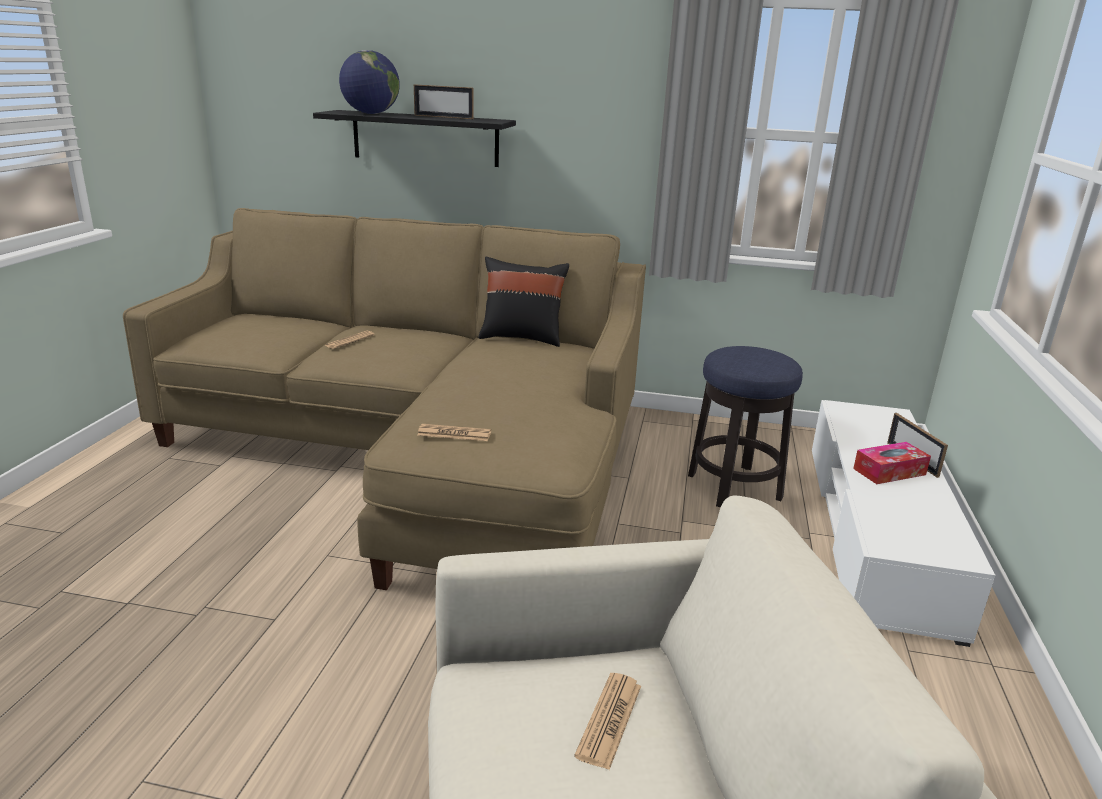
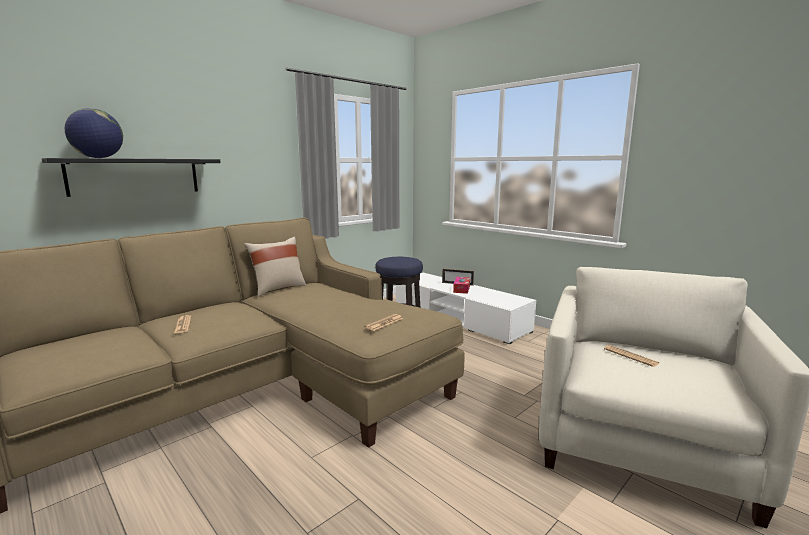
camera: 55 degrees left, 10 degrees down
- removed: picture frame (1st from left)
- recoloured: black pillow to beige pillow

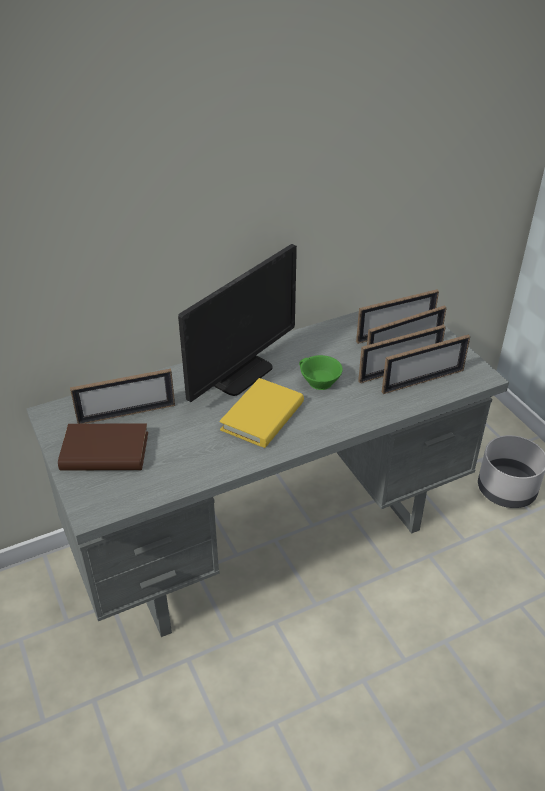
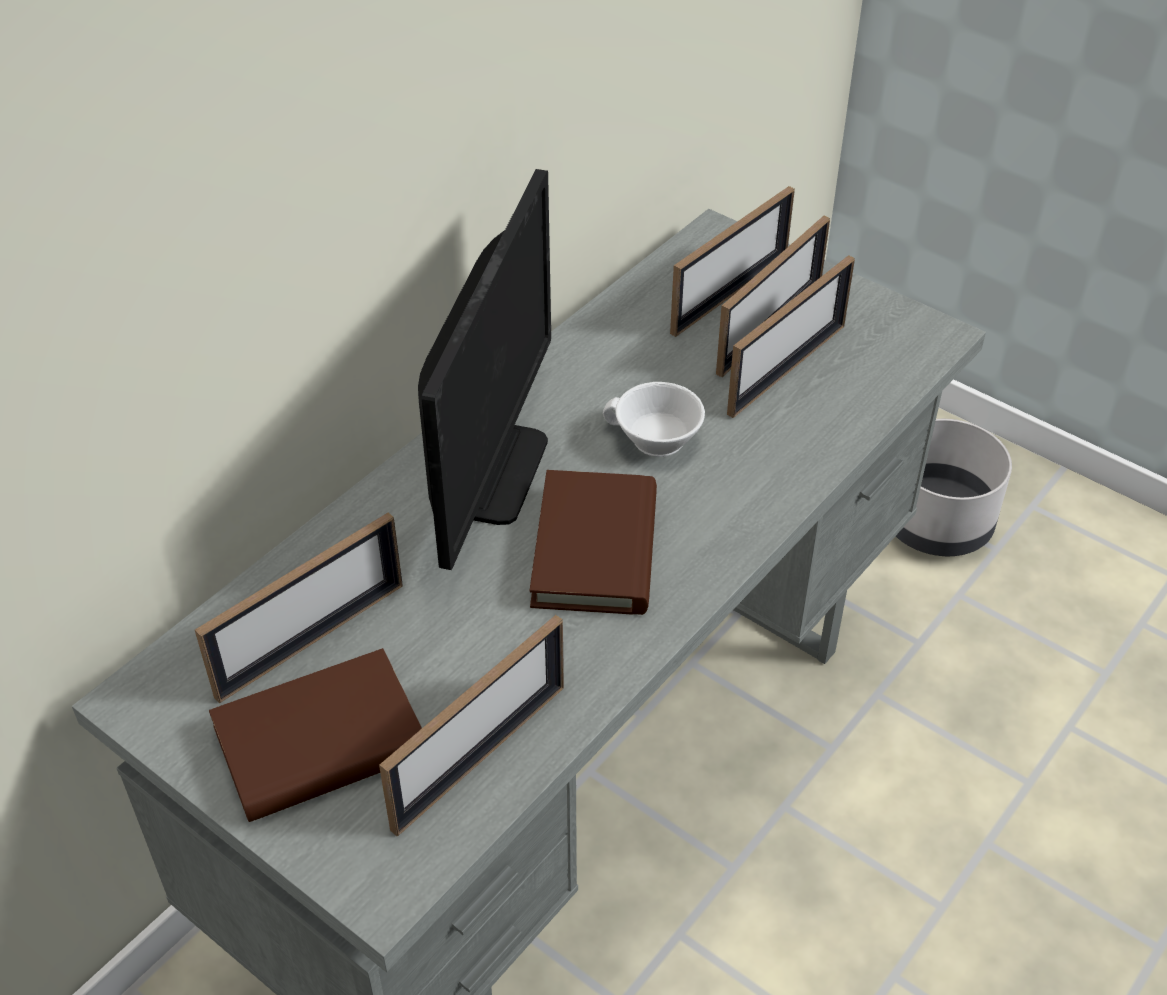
camera: 25 degrees left, 5 degrees up
- moved: picture frame (5th from left in the first image) to picture frame (2nd from left)
- recoloured: yellow book to brown book (2nd from left)
- recoloured: green cup to white cup

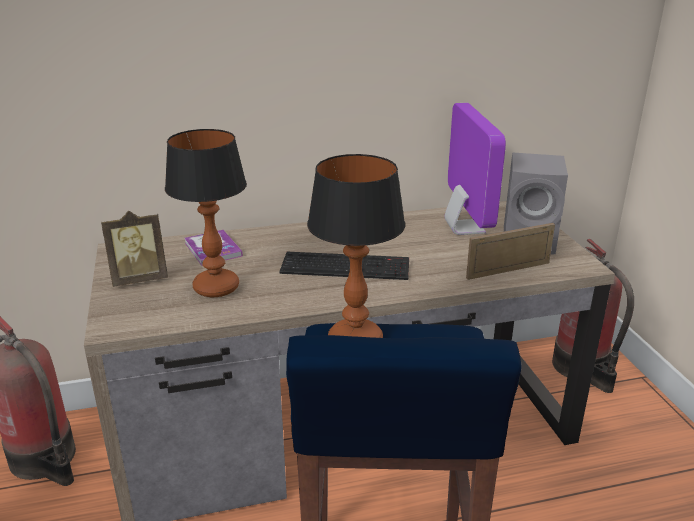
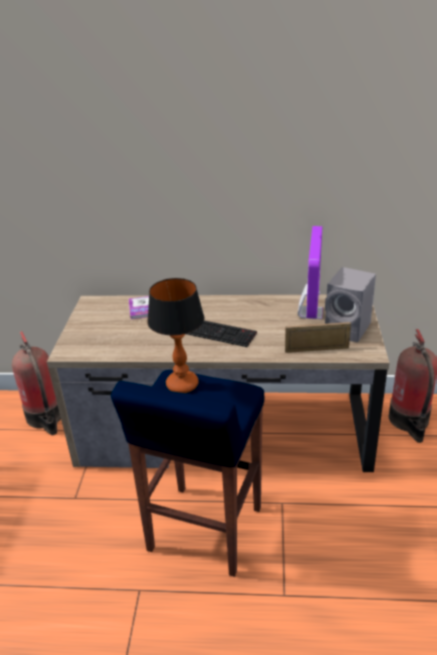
camera: 20 degrees right, 5 degrees up
- removed: picture frame (1st from left)
- removed: table lamp (1st from left)

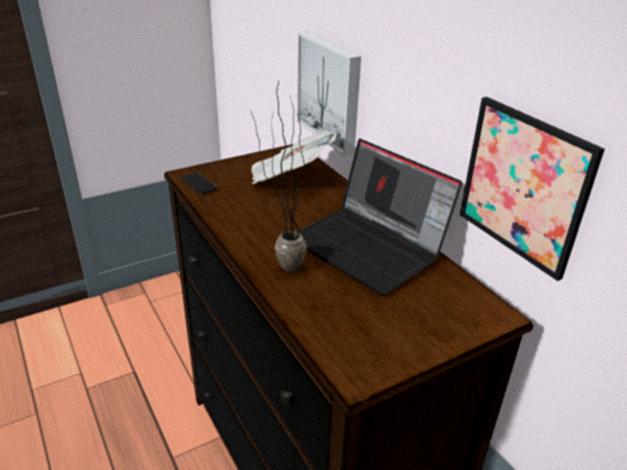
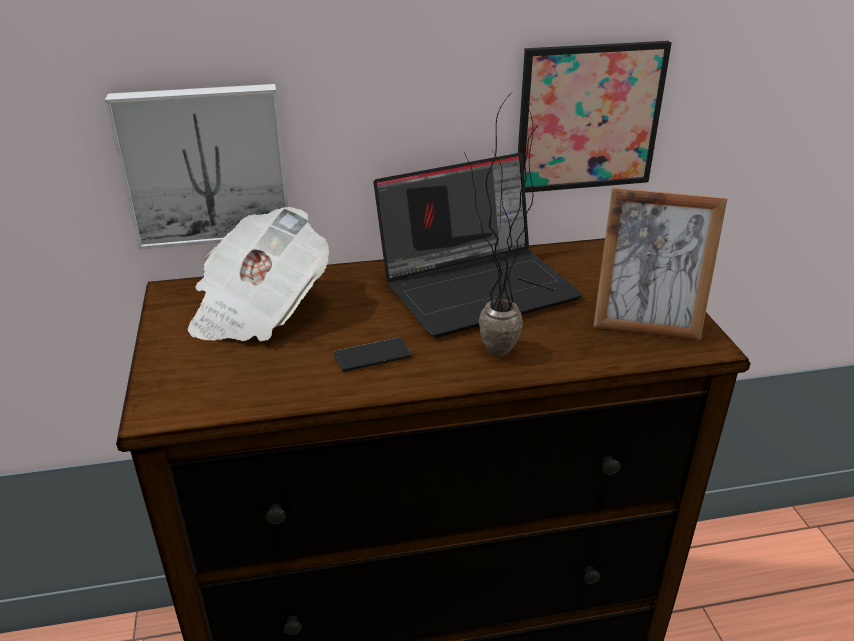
camera: 70 degrees left, 0 degrees up
- added: picture frame
- moved: phone

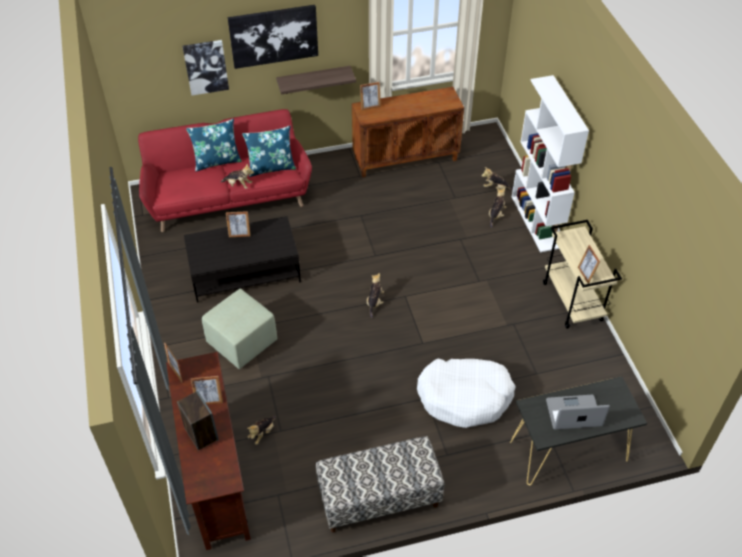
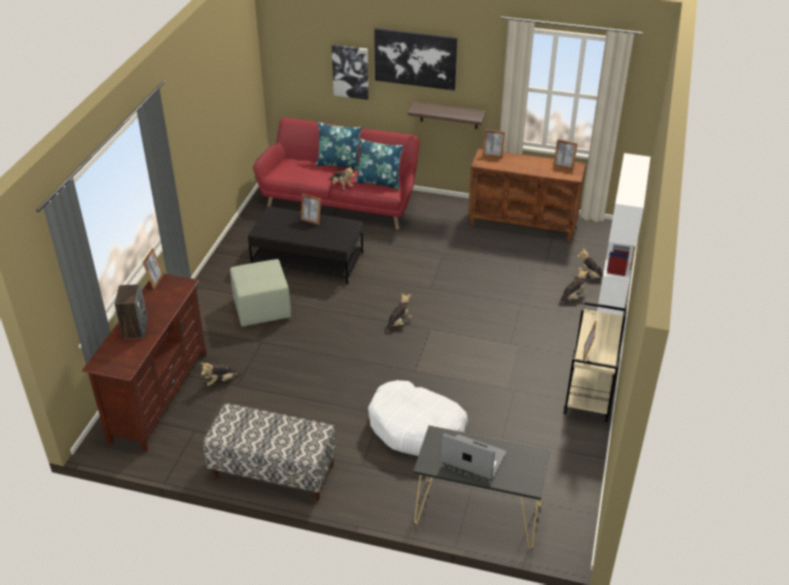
camera: 30 degrees right, 10 degrees down
- moved: picture frame (2nd from left in the first image) to picture frame (4th from left)

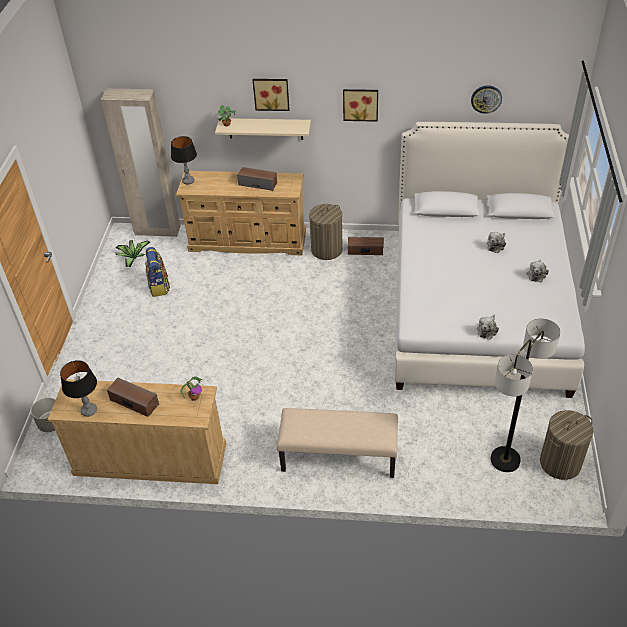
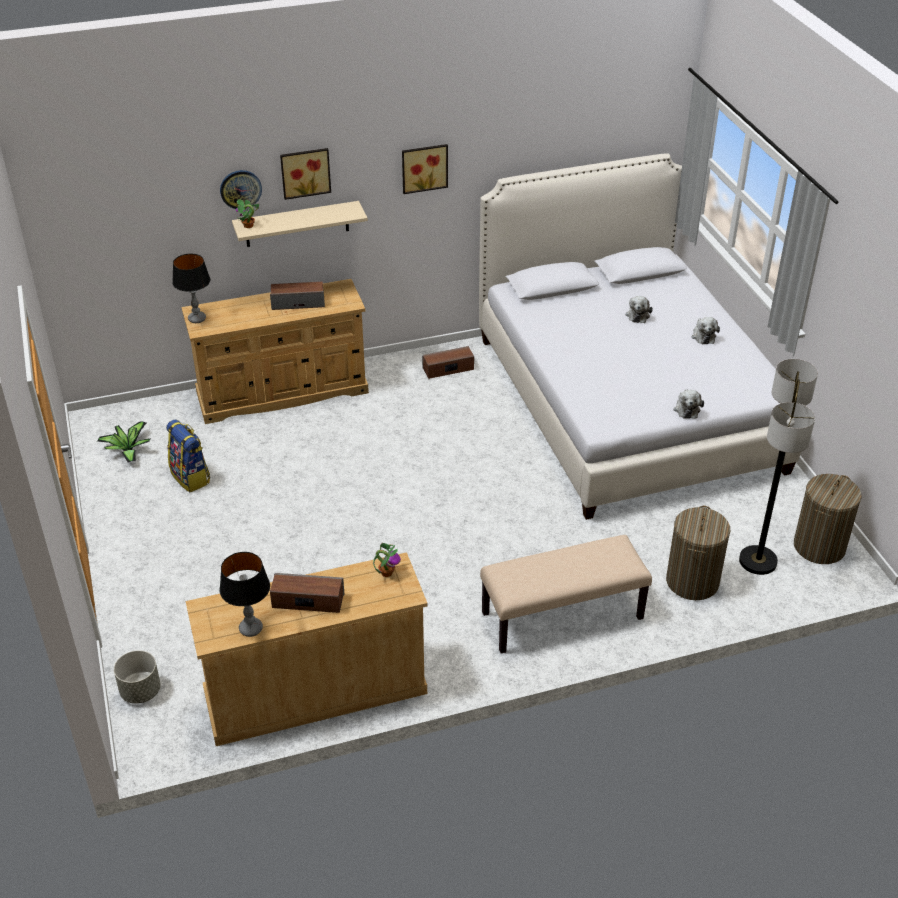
camera: 25 degrees left, 5 degrees down
- removed: beige wardrobe
- moved: laundry basket (1st from left)
- moved: wall clock

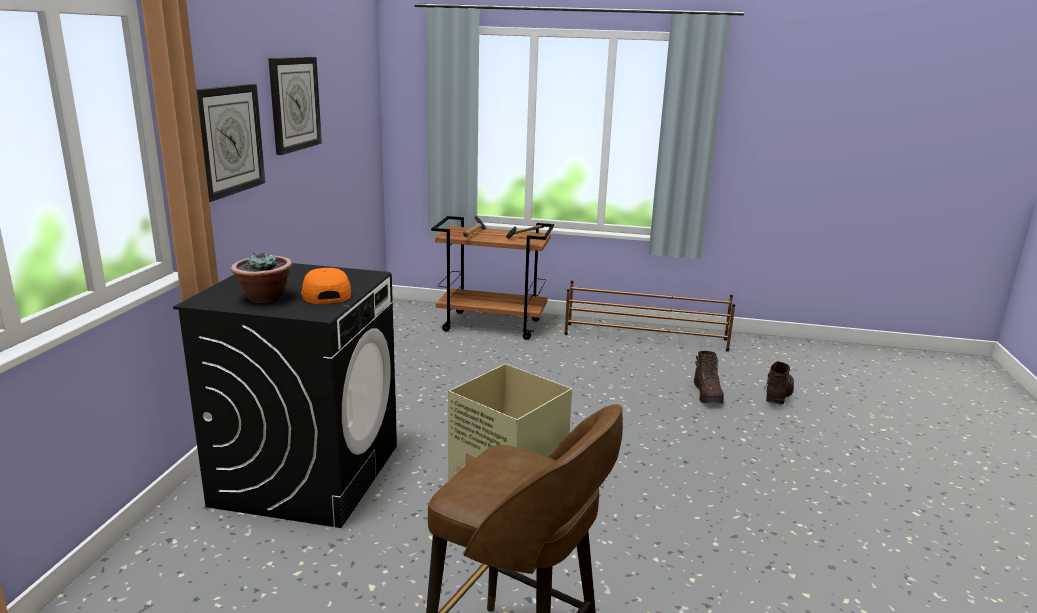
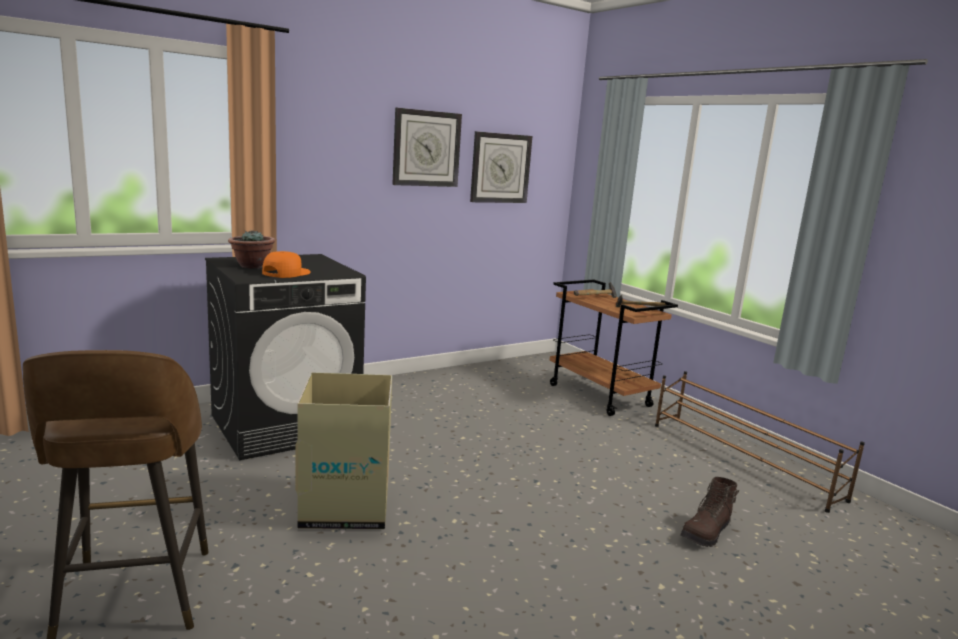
camera: 45 degrees right, 5 degrees down
- removed: brown boot (2nd from left)
- moved: wall clock (1st from left in the first image) to wall clock (2nd from left)

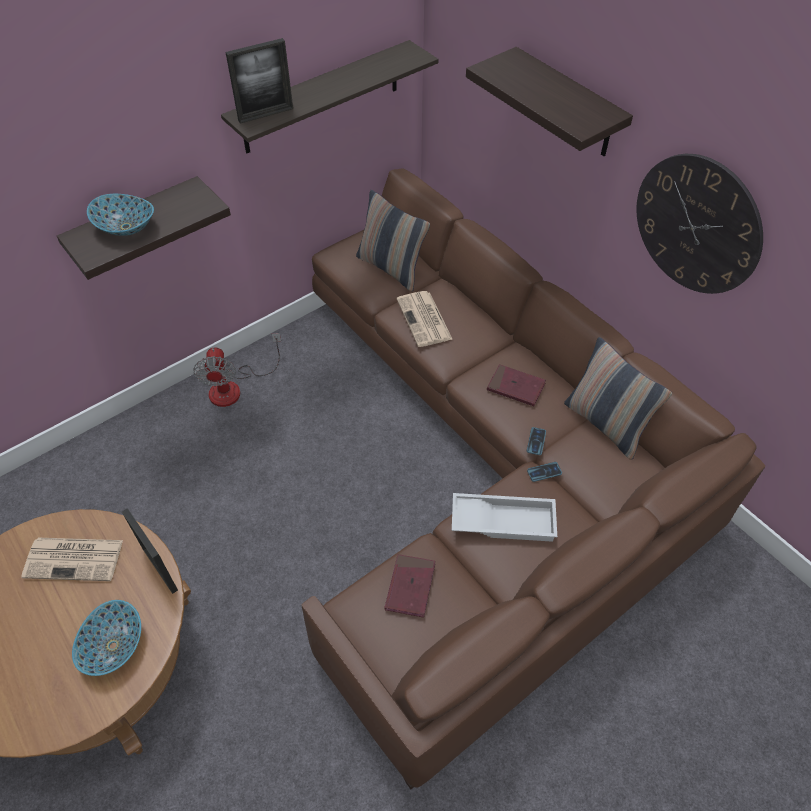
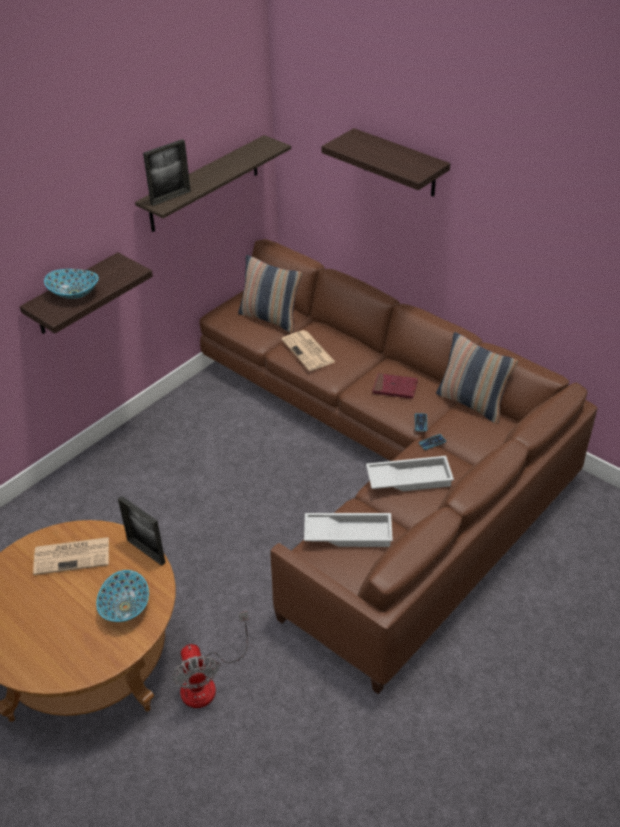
camera: 10 degrees left, 10 degrees down
- removed: wall clock
- moved: fan
- replaced: red book (1st from left) to white tray (1st from left)

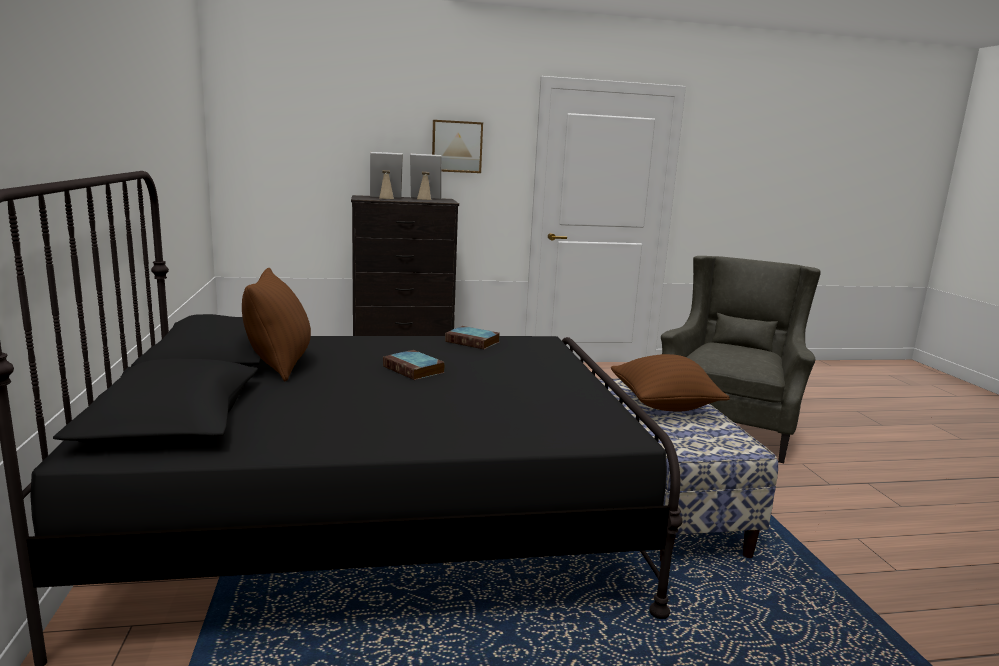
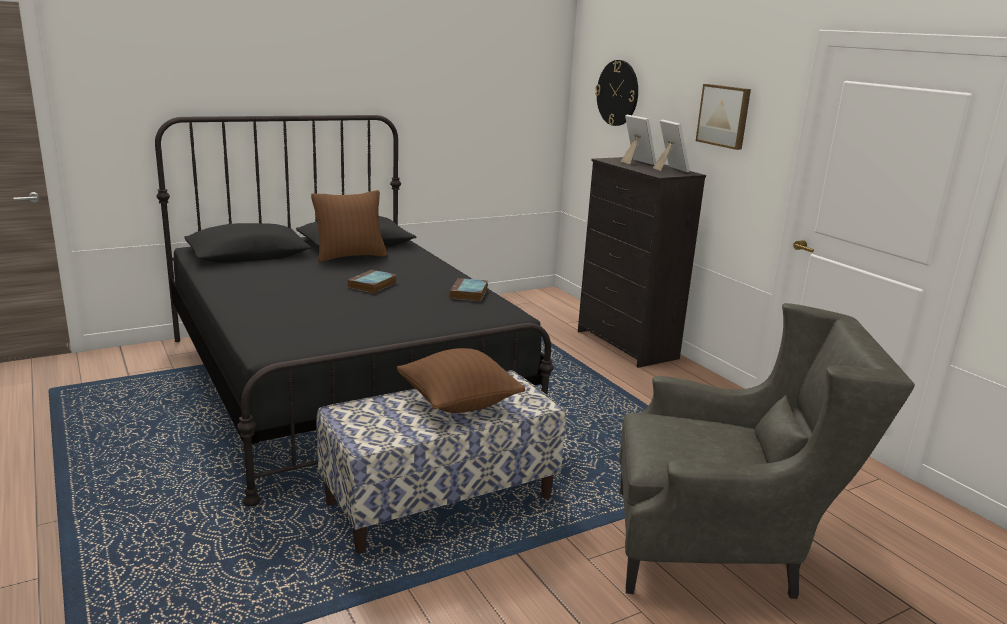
camera: 70 degrees right, 5 degrees up
- added: wall clock

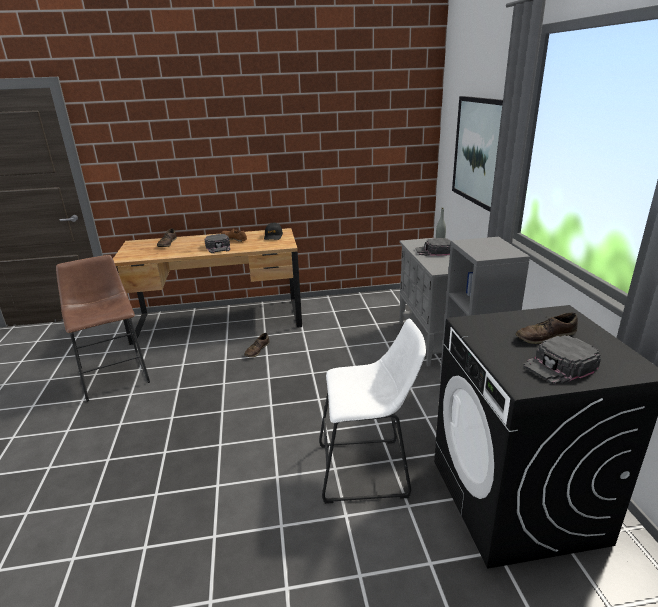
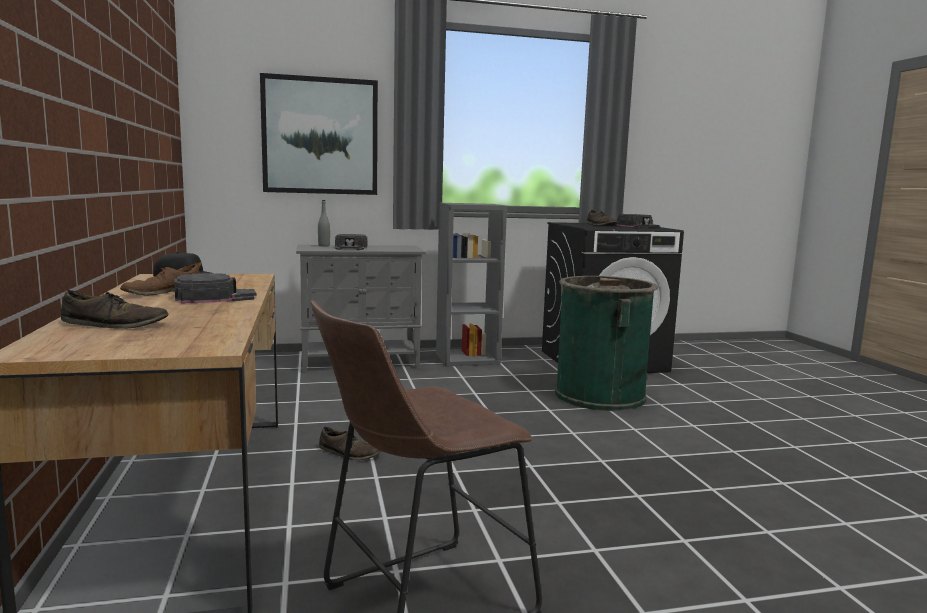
camera: 95 degrees left, 15 degrees down
- replaced: white stool to green trash can

